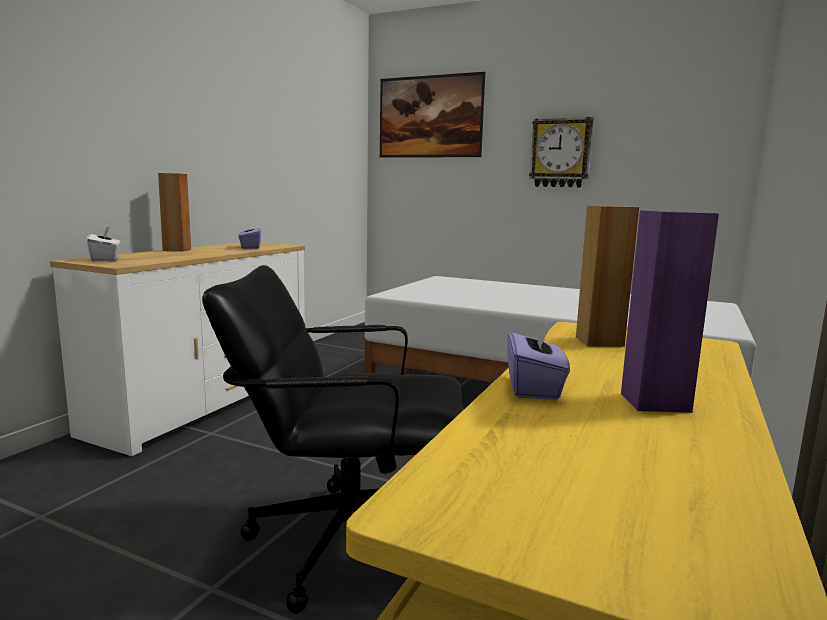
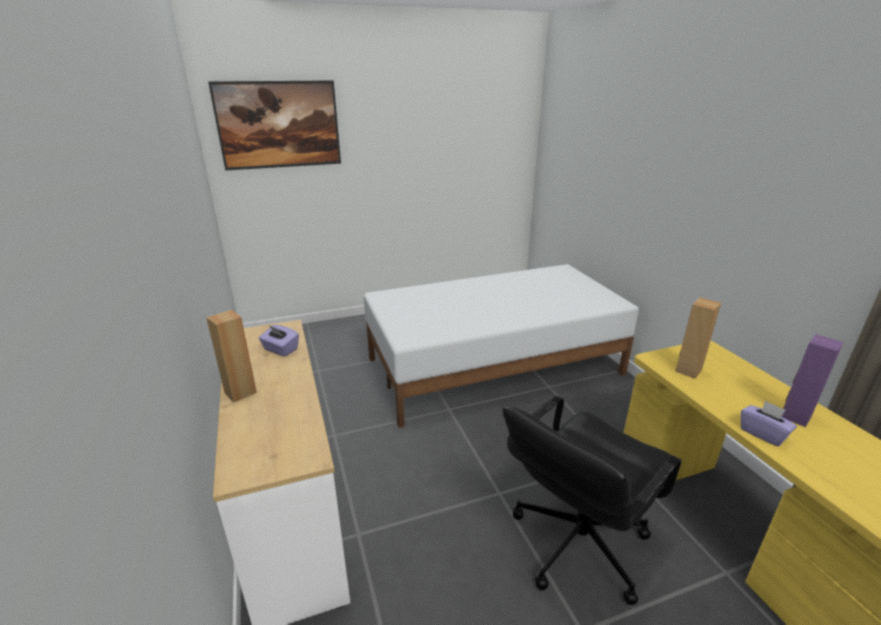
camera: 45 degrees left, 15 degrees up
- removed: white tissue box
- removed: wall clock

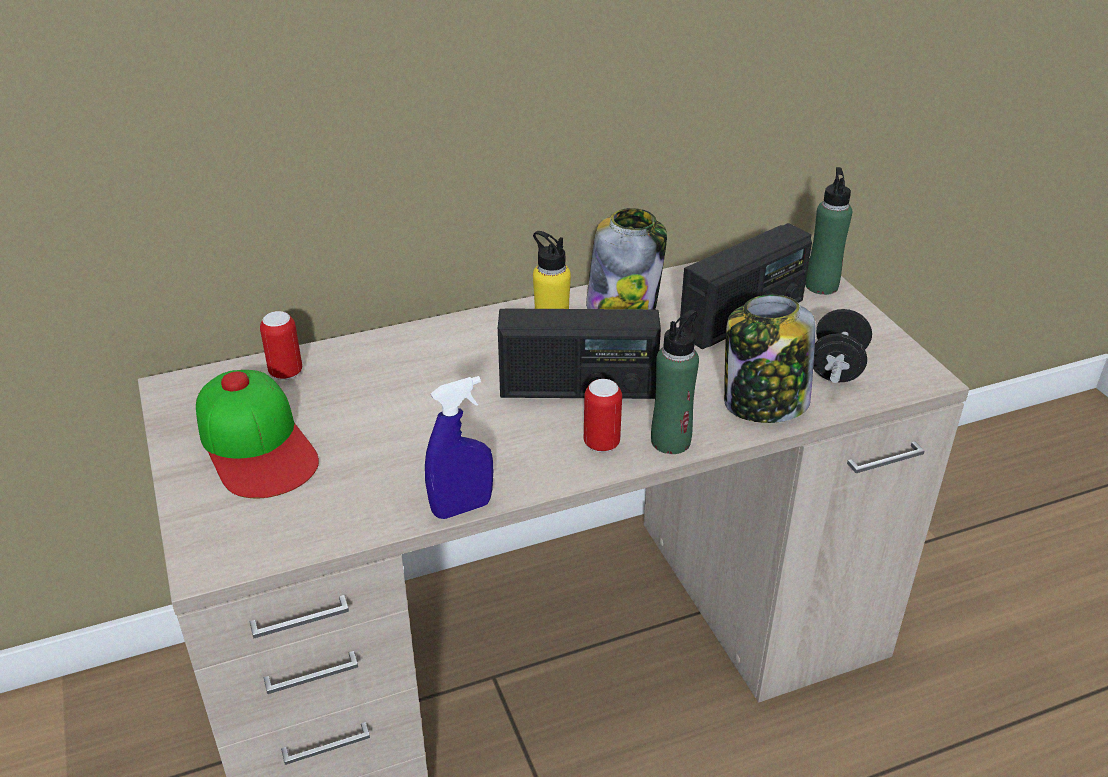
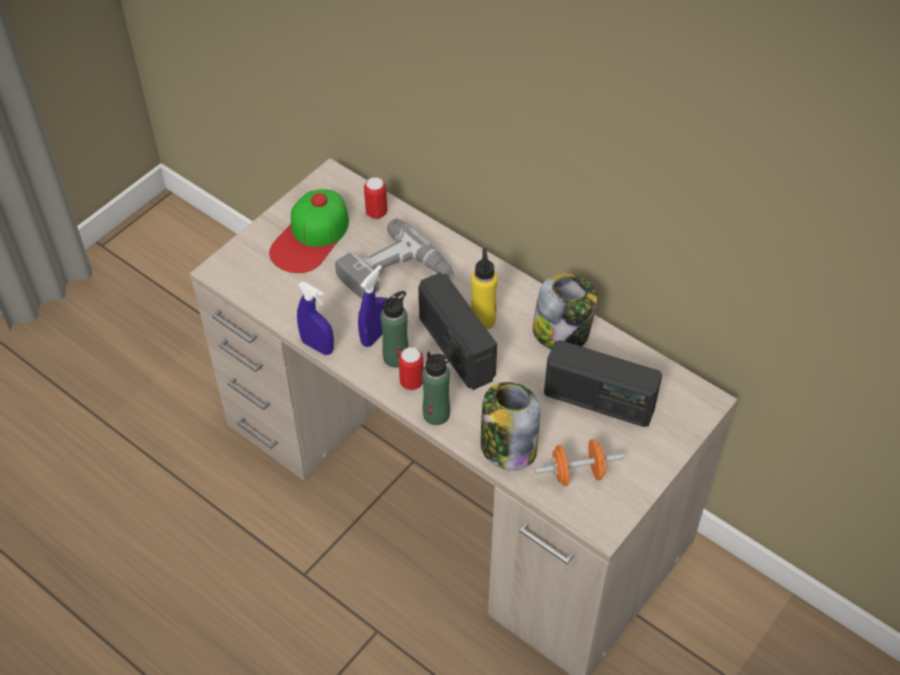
camera: 60 degrees right, 15 degrees up
- added: power drill
- added: blue spray bottle (2nd from left)
- moved: green bottle (2nd from left in the first image) to green bottle (1st from left)
- recoloured: black dumbbell to orange dumbbell

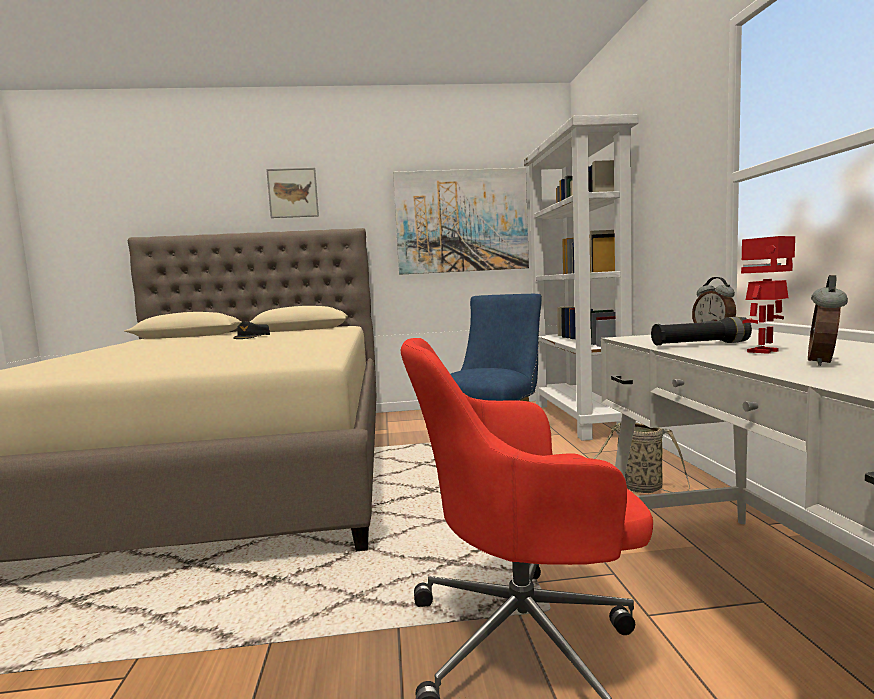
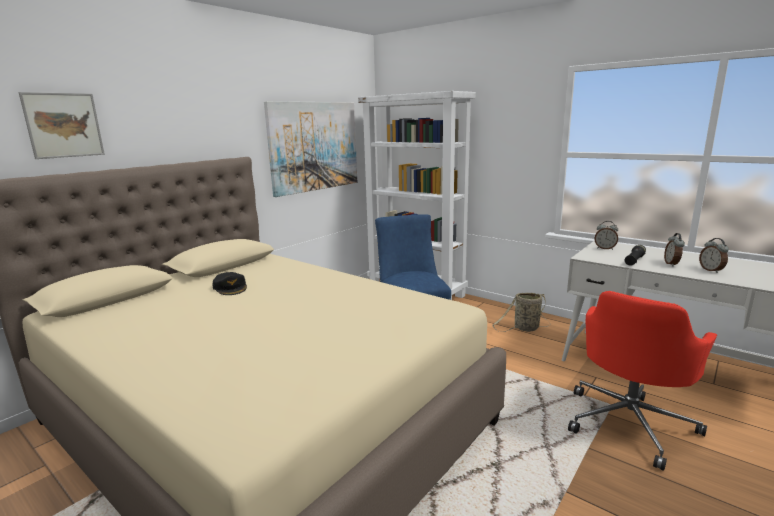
camera: 45 degrees left, 10 degrees up
- moved: picture (1st from left)
- replaced: toy robot to alarm clock (2nd from left)

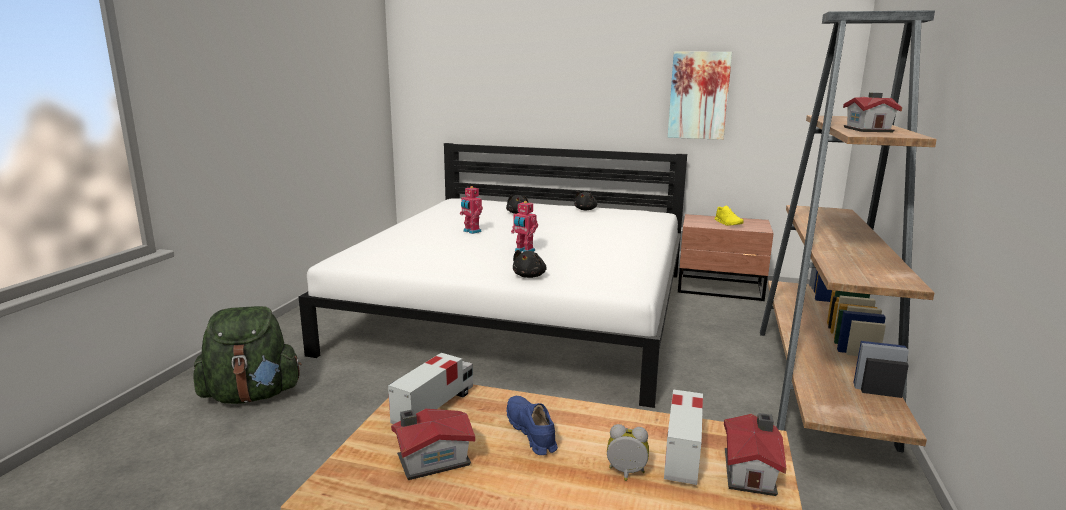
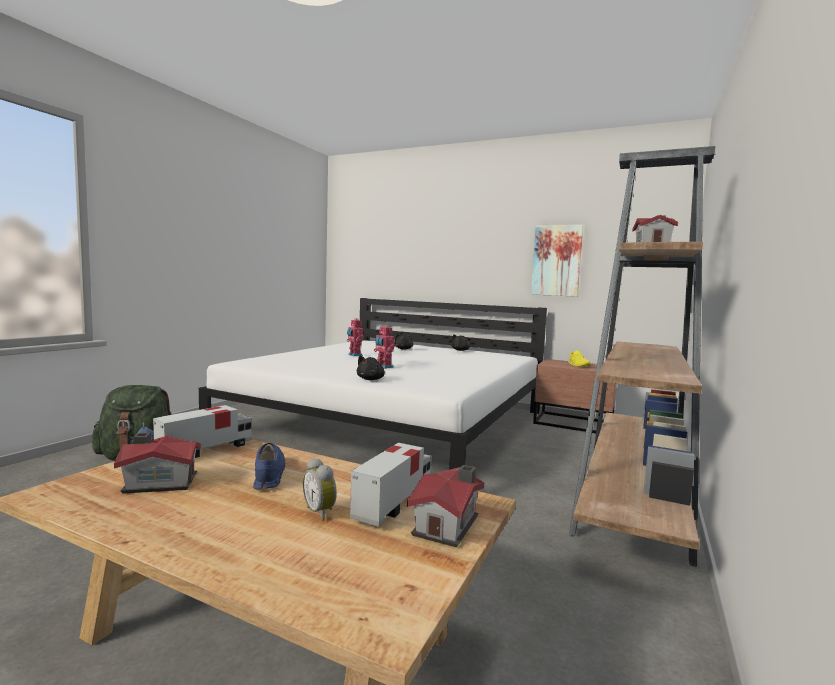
camera: 10 degrees right, 10 degrees down
- turned: alarm clock 150 degrees counterclockwise

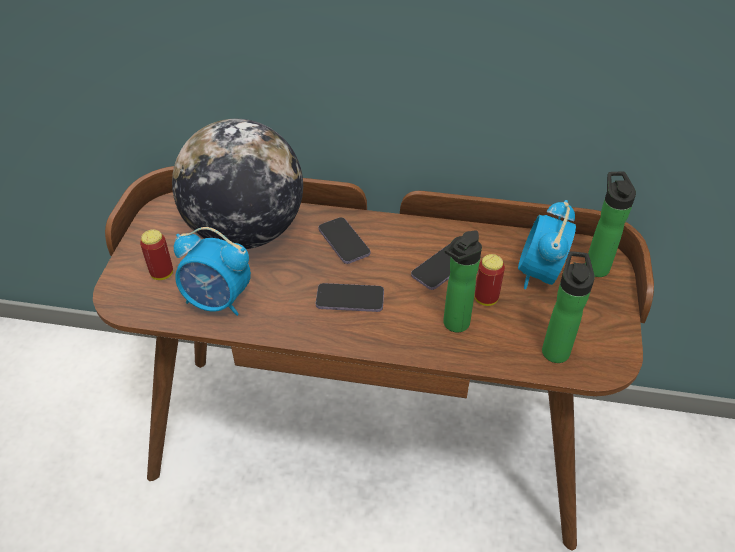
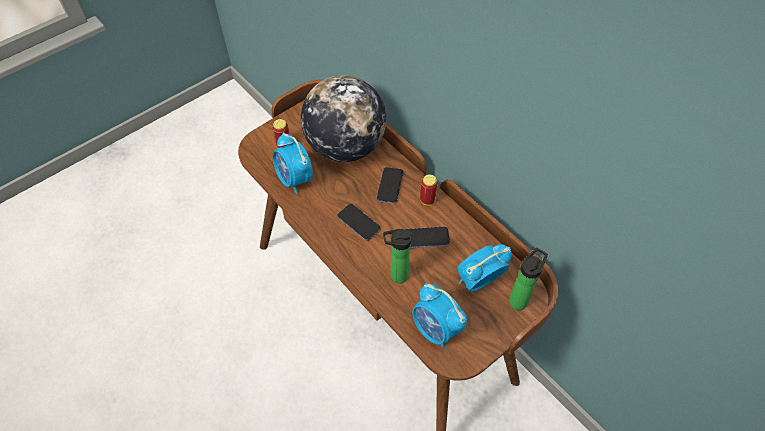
camera: 40 degrees right, 10 degrees up
- moved: can (2nd from left)
- replaced: bottle (2nd from left) to alarm clock (2nd from left)

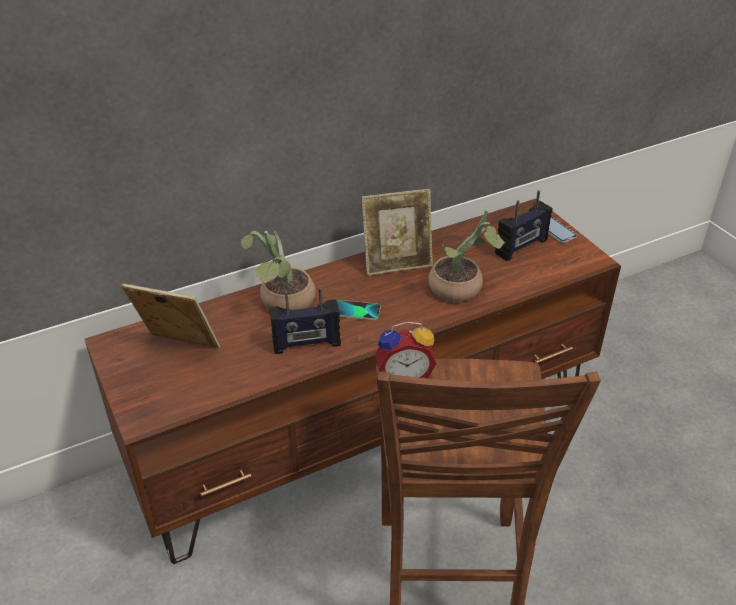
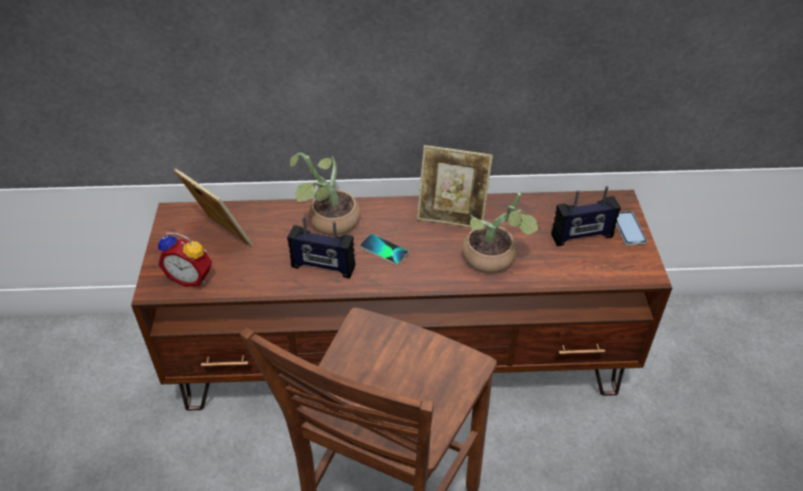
camera: 25 degrees right, 5 degrees up
- moved: alarm clock

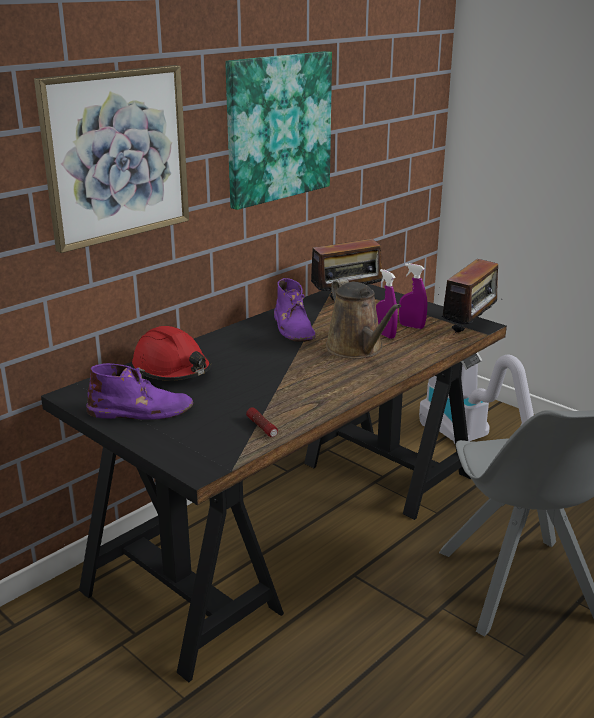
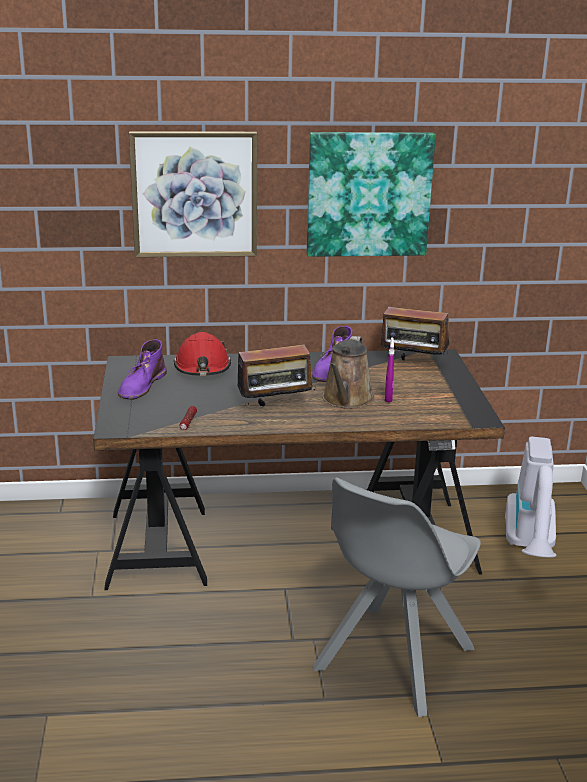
camera: 40 degrees right, 0 degrees up
- removed: purple spray bottle (2nd from left)
- moved: radio (2nd from left in the first image) to radio (1st from left)
- turned: purple boot (1st from left) 75 degrees clockwise

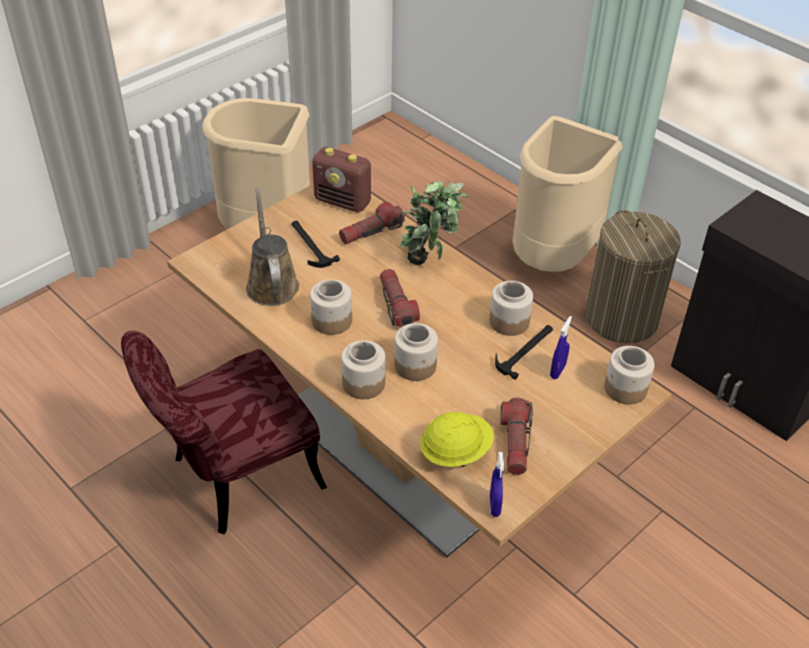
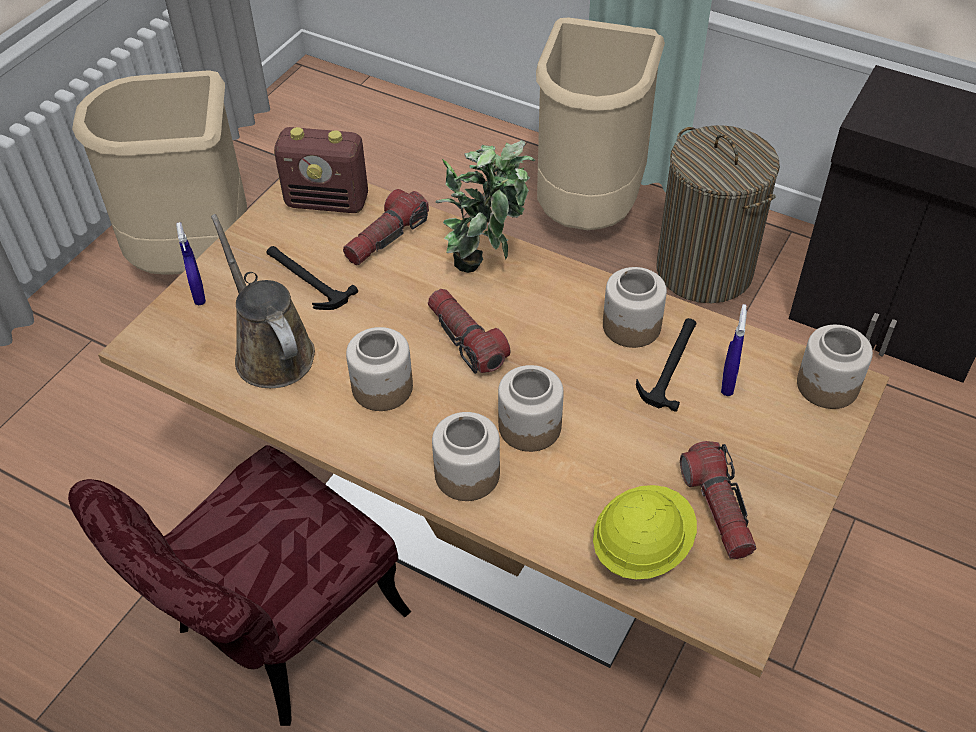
camera: 15 degrees left, 5 degrees up
- moved: blue spray bottle (1st from left)

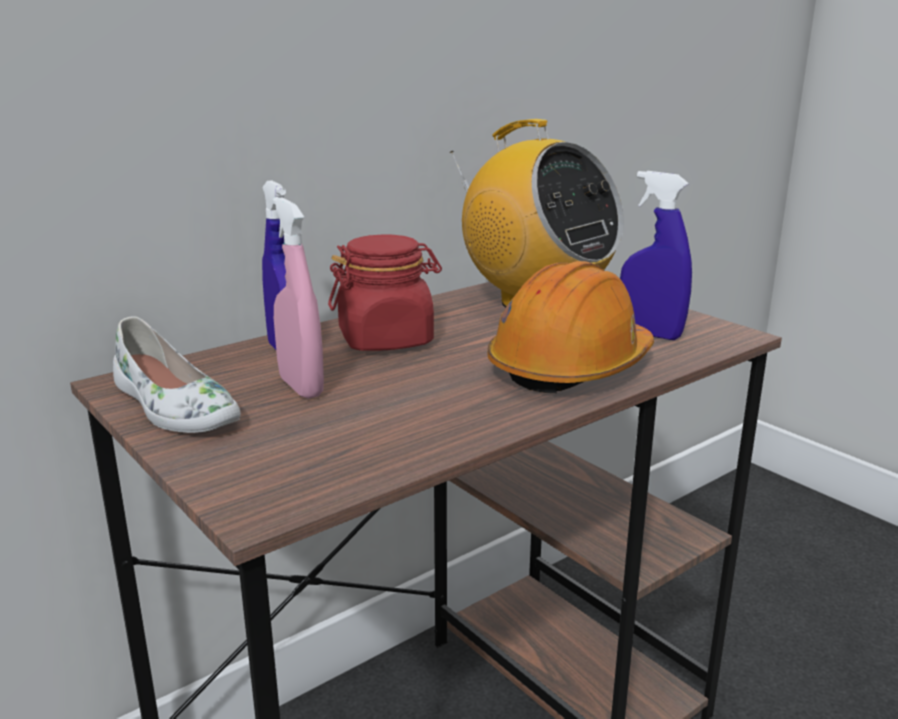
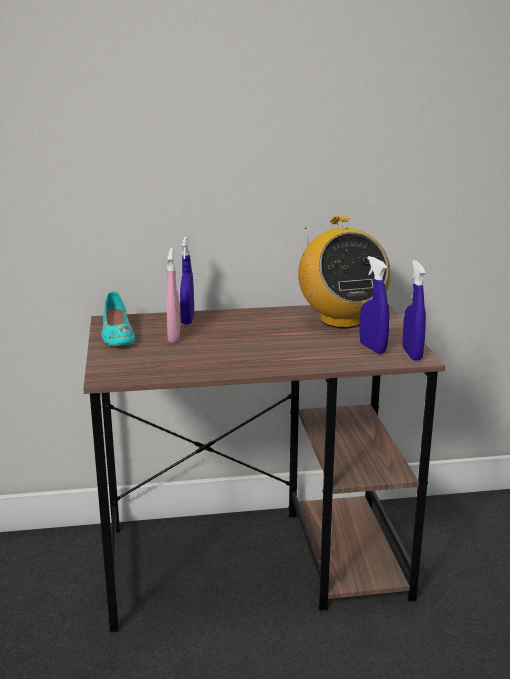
camera: 30 degrees right, 0 degrees up
- removed: red jar
- removed: orange hard hat
- added: blue spray bottle (3rd from left)
- recoloured: white shoe to turquoise shoe

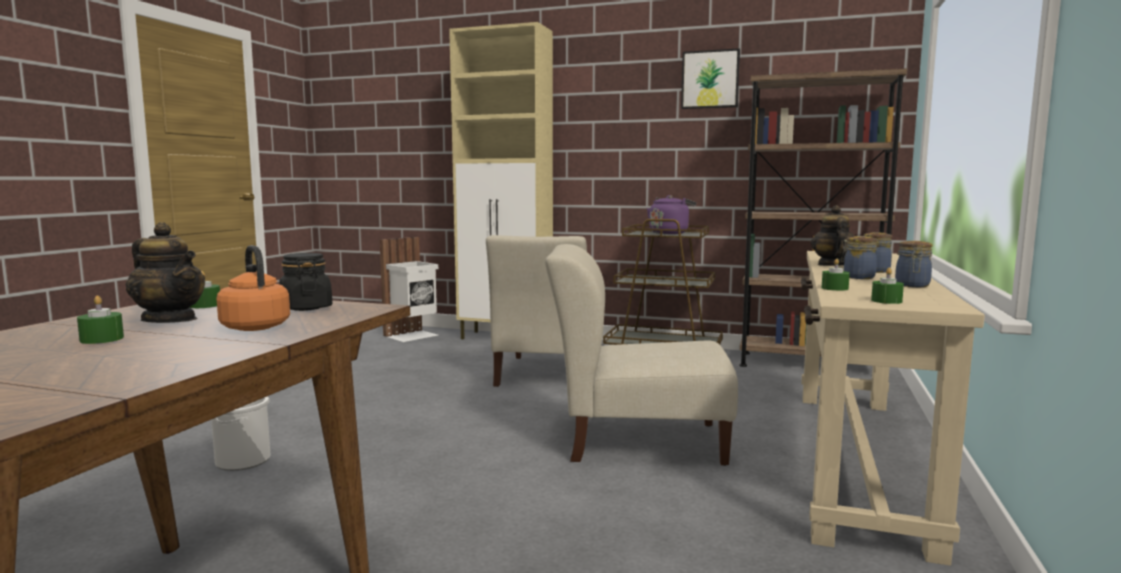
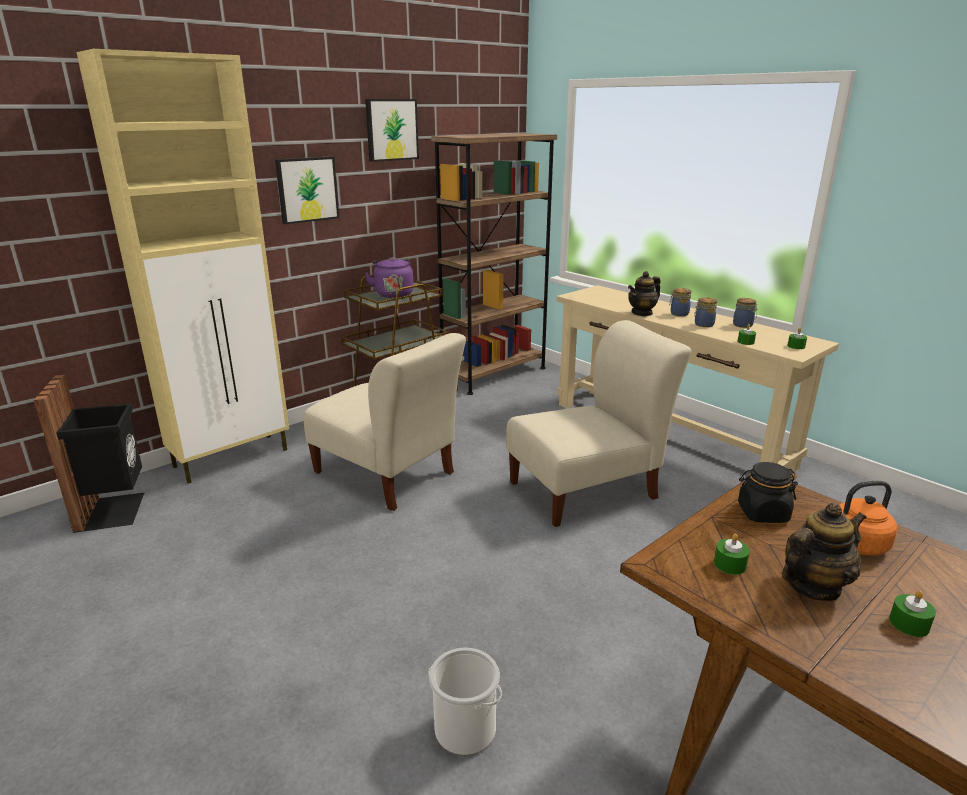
camera: 60 degrees left, 15 degrees up
- added: picture (1st from left)
- recoloured: white trash can to black trash can
- turned: beige chair (2nd from left) 150 degrees counterclockwise
- turned: teapot (2nd from left in the first image) 75 degrees counterclockwise

